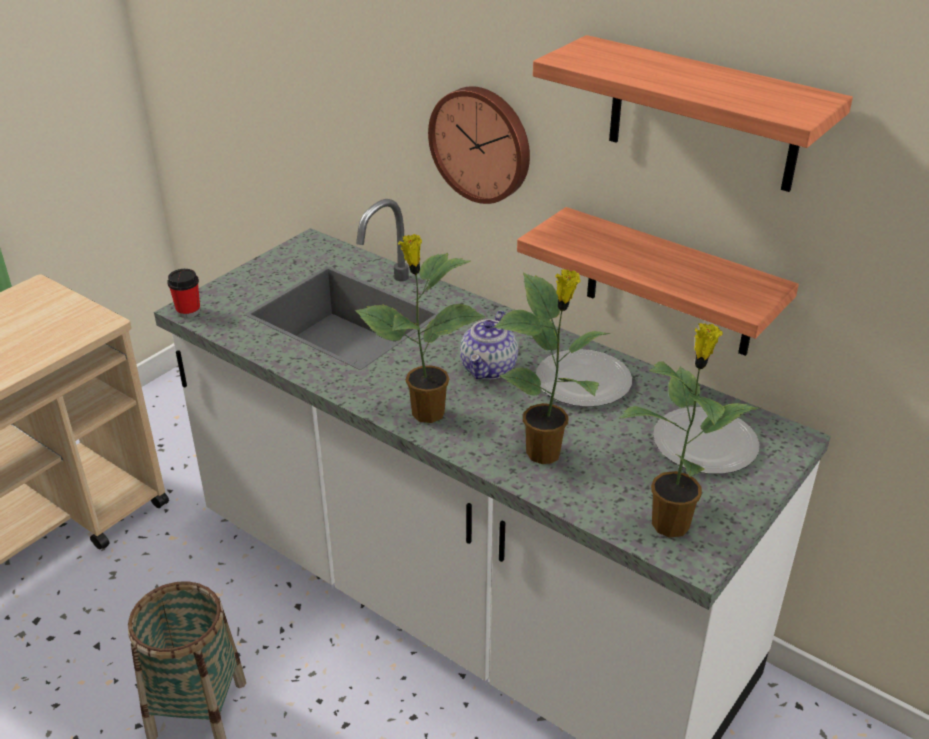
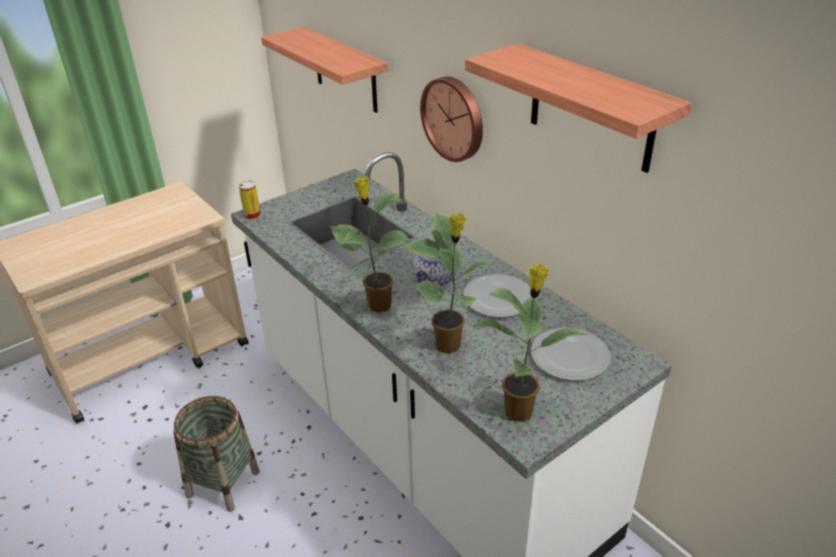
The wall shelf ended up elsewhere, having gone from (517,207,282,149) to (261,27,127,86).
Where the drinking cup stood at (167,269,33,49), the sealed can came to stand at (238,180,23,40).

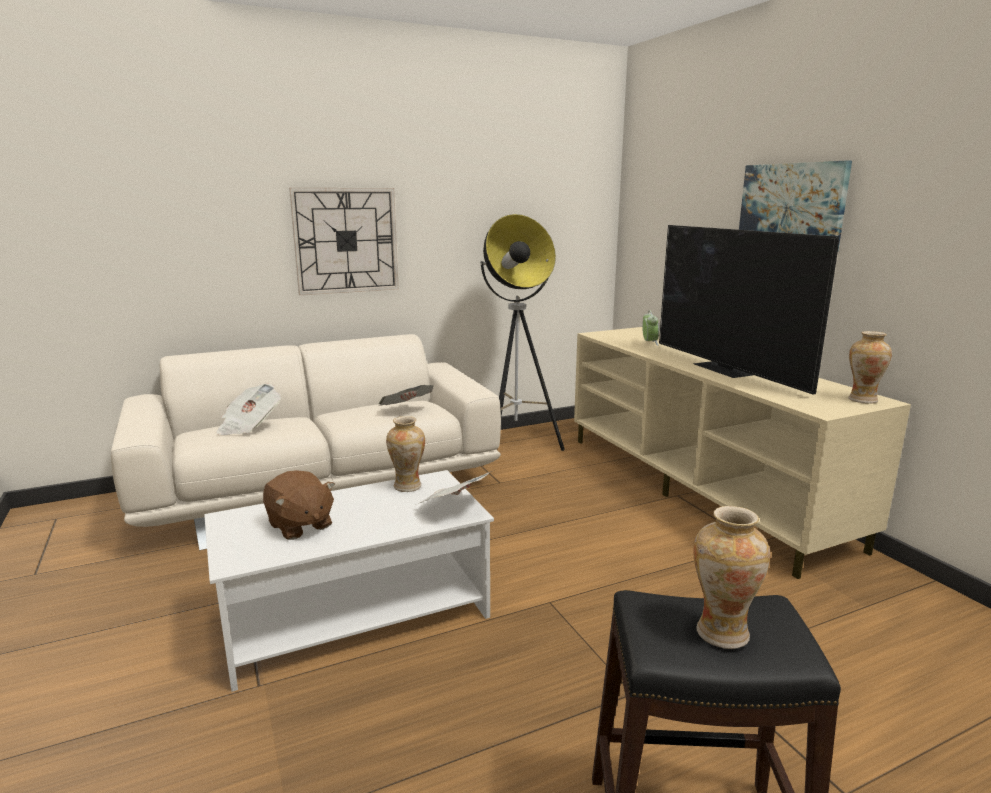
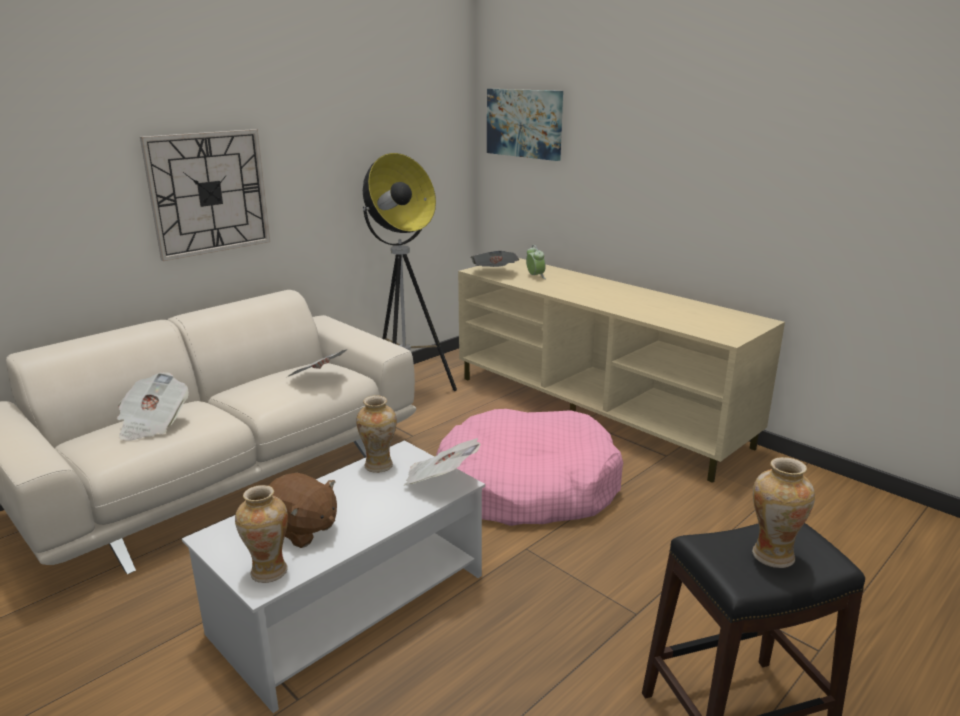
The wall art ended up elsewhere, having gone from (739,161,113,89) to (487,89,76,72).
The second view lost the television at (659,225,180,170).
The vase ended up elsewhere, having gone from (848,331,44,73) to (235,485,53,98).
The second view gained the daily paper at (471,251,48,16).
The second view gained the pink pet bed at (436,409,187,117).

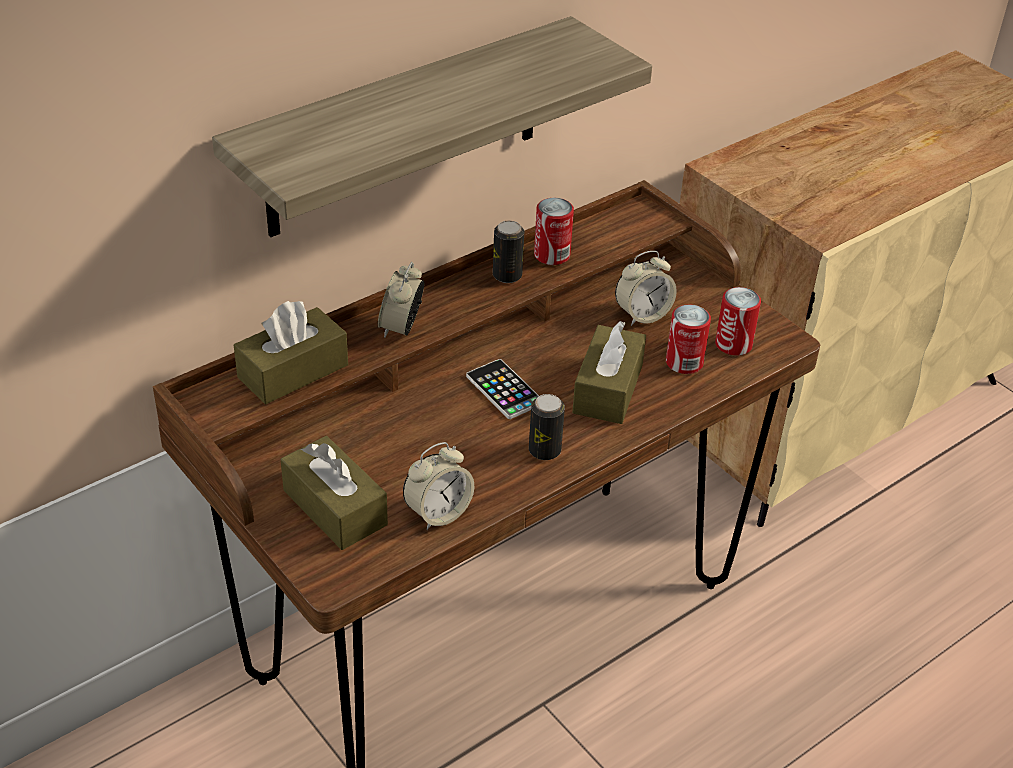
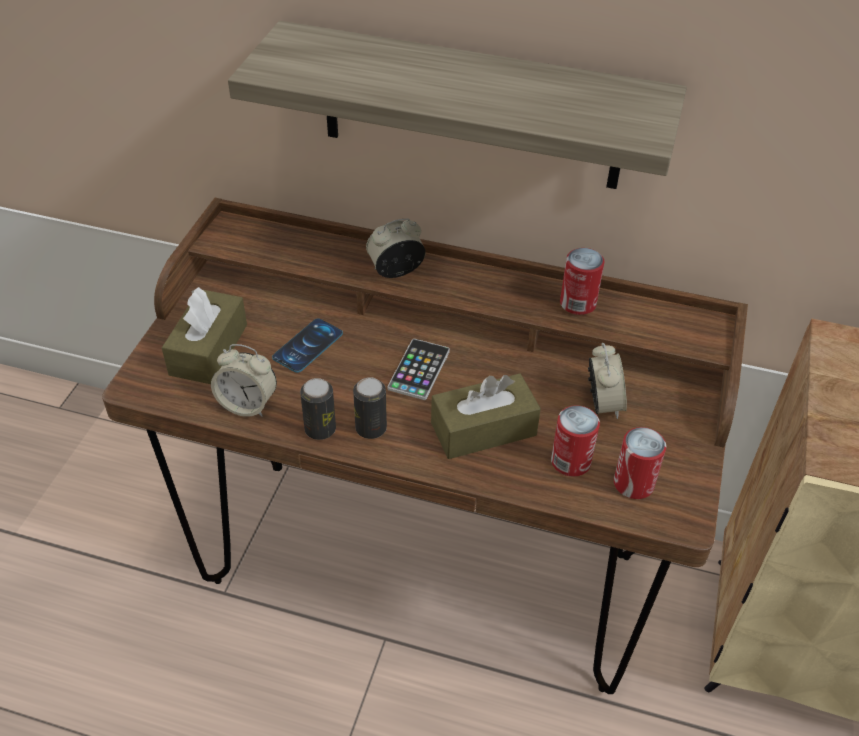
The sealed can ended up elsewhere, having gone from (493,221,31,62) to (300,378,36,62).
The bedside clock at (615,251,62,75) ended up facing another way, 120 degrees counterclockwise from before.
The second view lost the brownish tissue box at (234,301,114,103).
The second view gained the phone at (272,318,71,55).

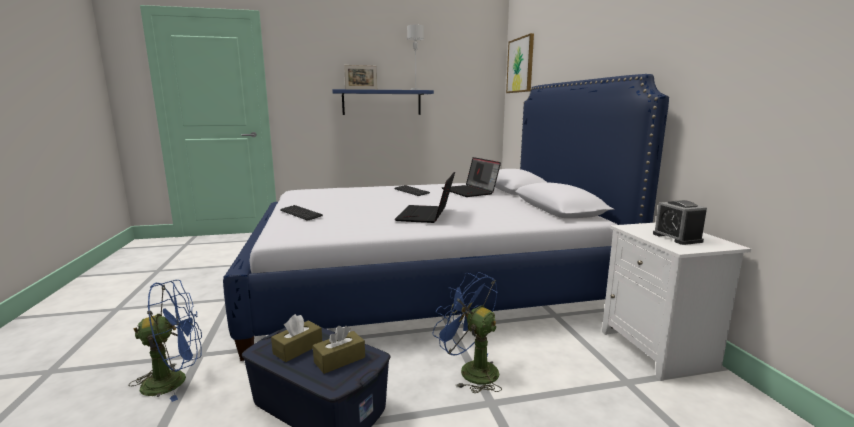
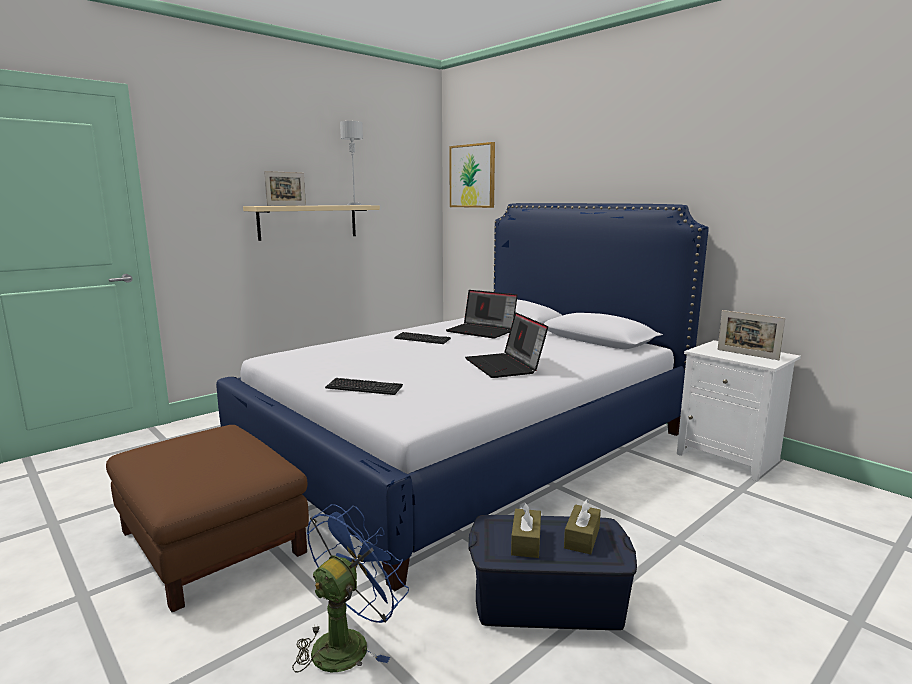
What was the blue wall shelf at (332,89,102,26) turned into the beige-coloured wall shelf at (243,205,137,36).
Where the bedside clock stood at (653,200,54,45), the standing frame came to stand at (717,310,69,50).
The second view lost the blue cooling fan at (432,272,70,121).
The second view gained the brownish footrest at (106,425,203,187).

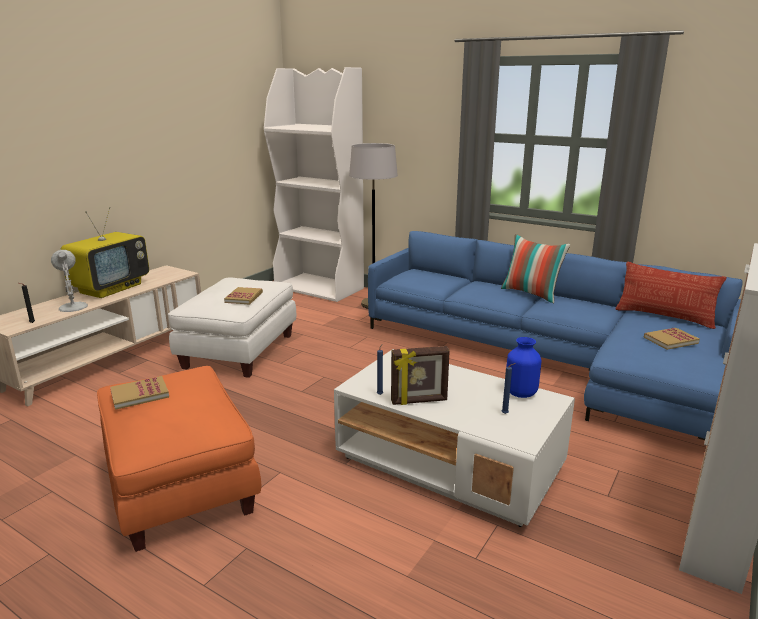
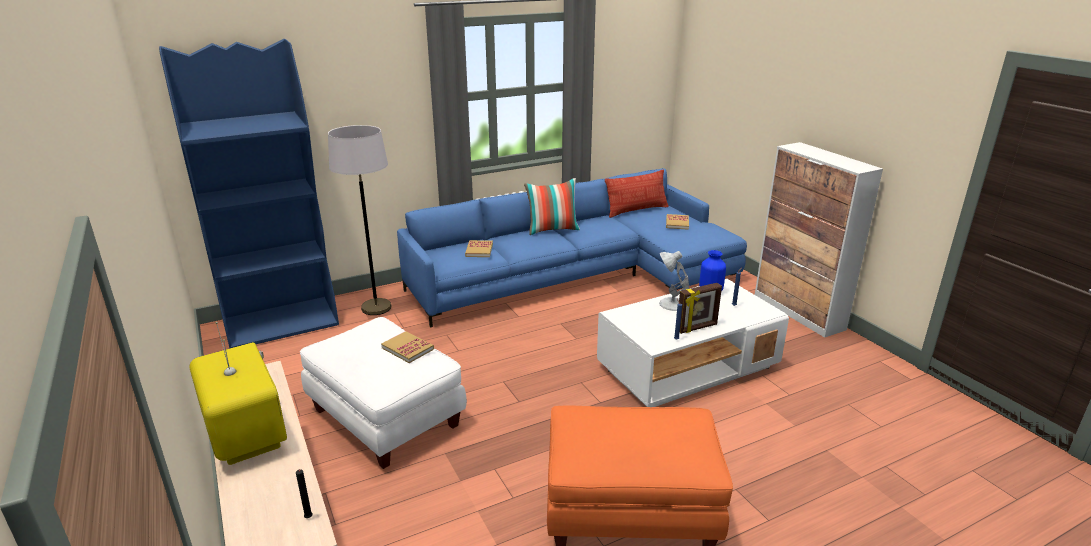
What was the white-coloured bookshelf at (264,67,100,235) turned into the blue bookshelf at (159,39,180,309).
The white-coloured lamp for a table ended up elsewhere, having gone from (51,250,37,62) to (659,251,30,60).
The standing frame at (391,346,59,59) ended up facing another way, 45 degrees clockwise from before.
The bound book ended up elsewhere, having gone from (110,376,59,34) to (465,240,28,17).

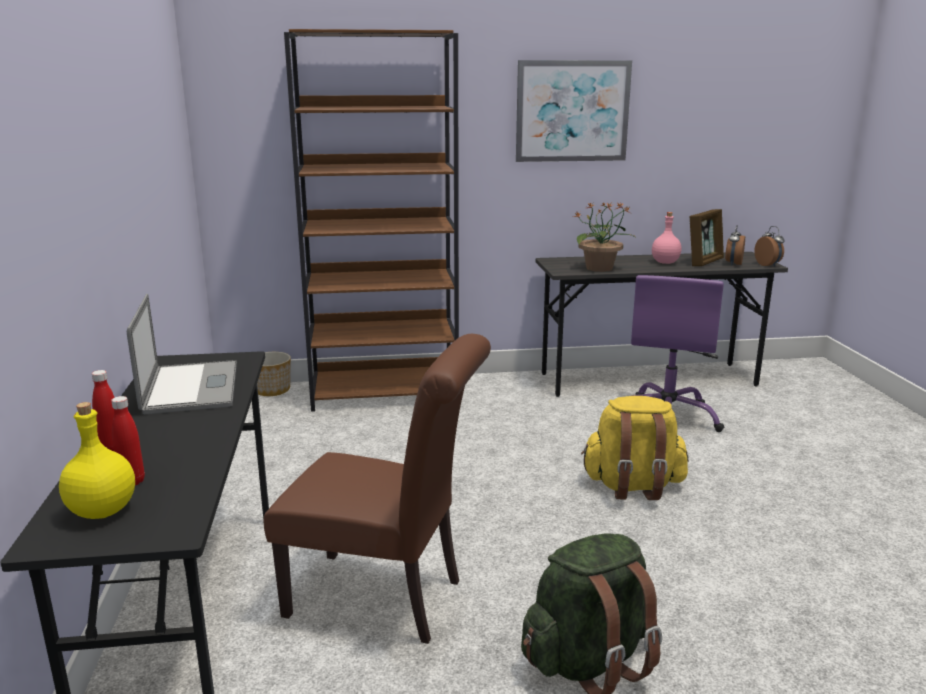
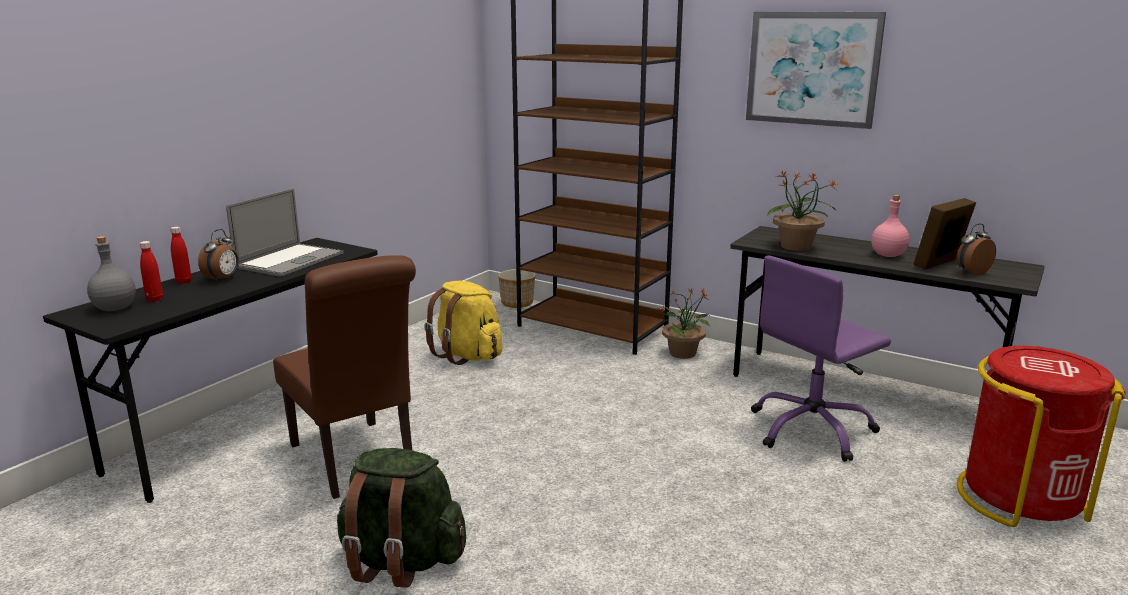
The standing frame at (690,209,34,57) ended up facing another way, 150 degrees clockwise from before.
The bedside clock ended up elsewhere, having gone from (754,226,30,41) to (198,229,41,53).
The yellow rucksack ended up elsewhere, having gone from (581,396,108,104) to (424,281,79,84).
What was the yellow beverage bottle at (59,402,76,117) turned into the gray beverage bottle at (87,236,49,75).
The second view gained the potted plant at (660,287,50,72).
The second view gained the red-coloured trash can at (957,345,169,182).

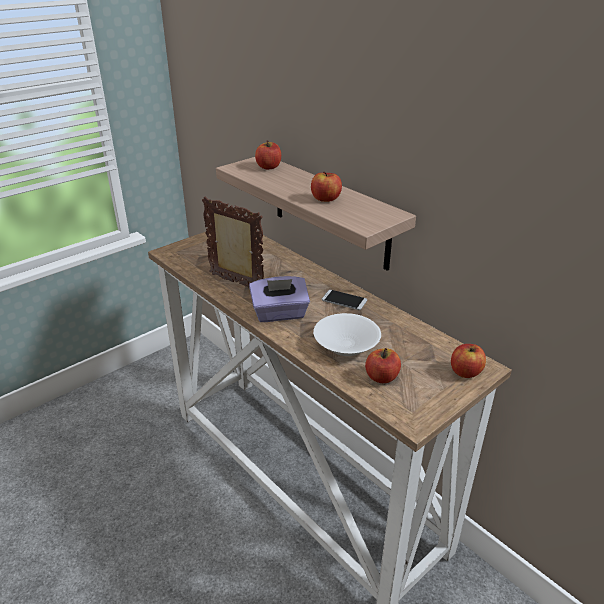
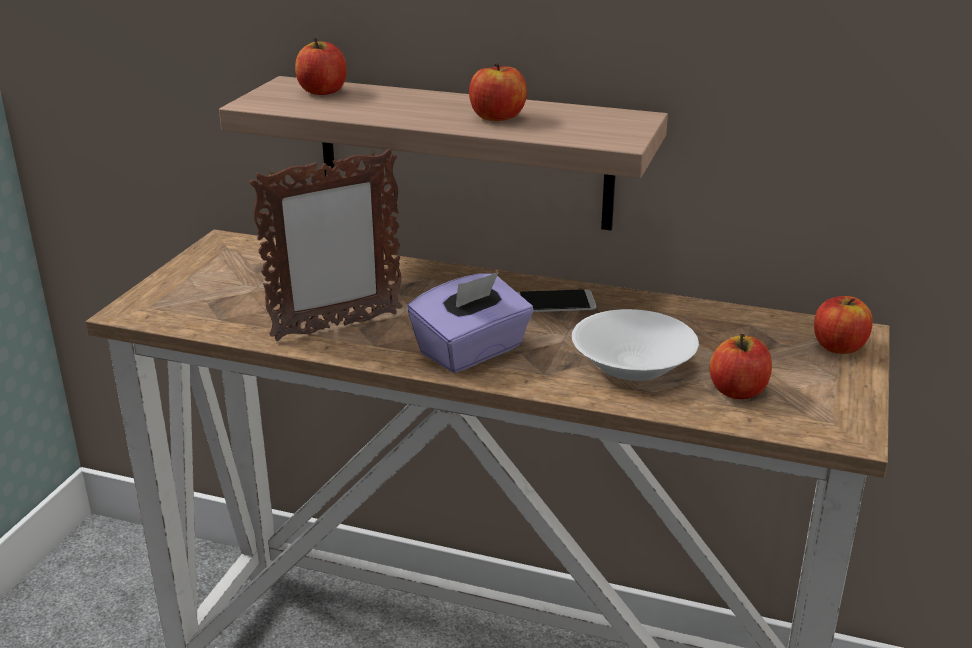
The standing frame at (202,197,62,90) ended up facing another way, 150 degrees clockwise from before.

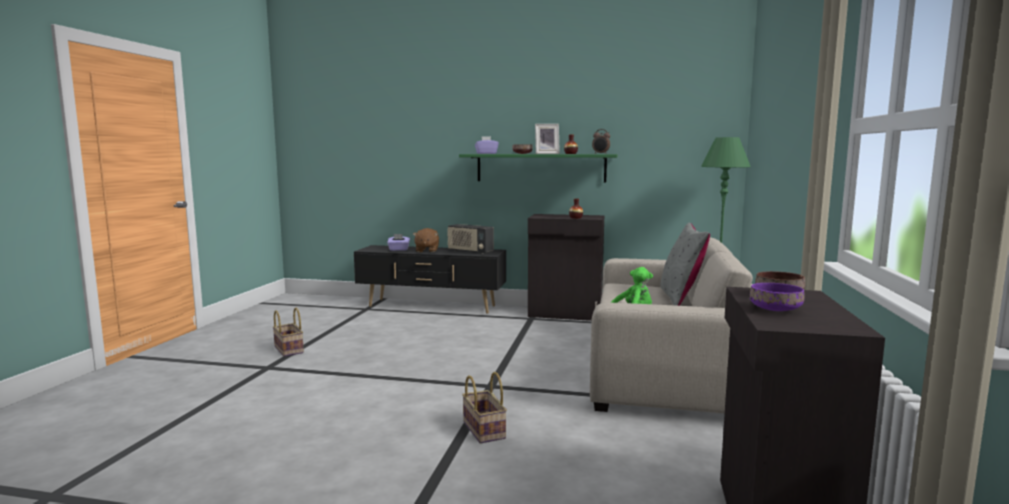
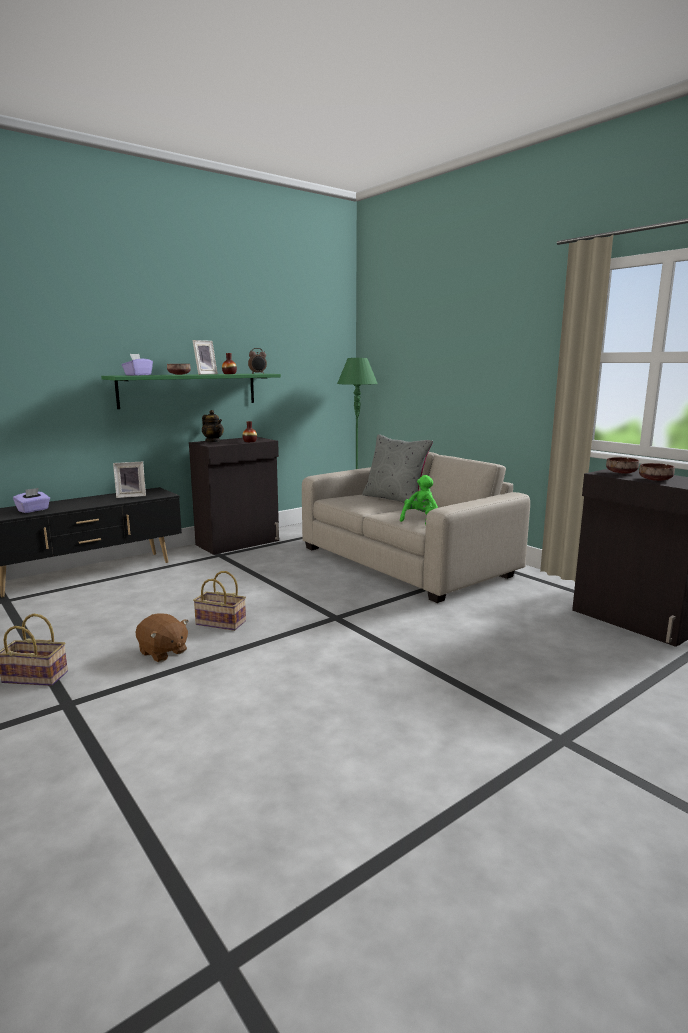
Where the radio receiver stood at (447,224,47,30), the standing frame came to stand at (113,462,33,36).
The brownish cuddly toy ended up elsewhere, having gone from (413,228,26,24) to (136,613,52,49).
What was the purple serving bowl at (750,283,55,28) turned into the brownish serving bowl at (639,463,36,18).
The household basket ended up elsewhere, having gone from (462,372,45,72) to (193,571,53,60).
The second view gained the tea pot at (202,410,22,32).

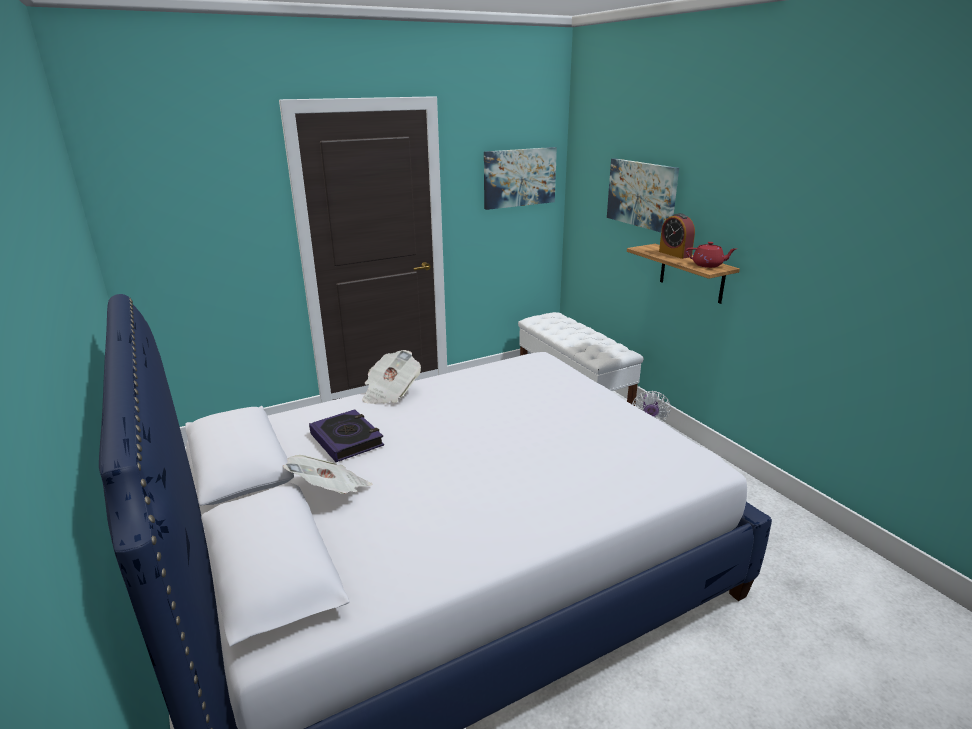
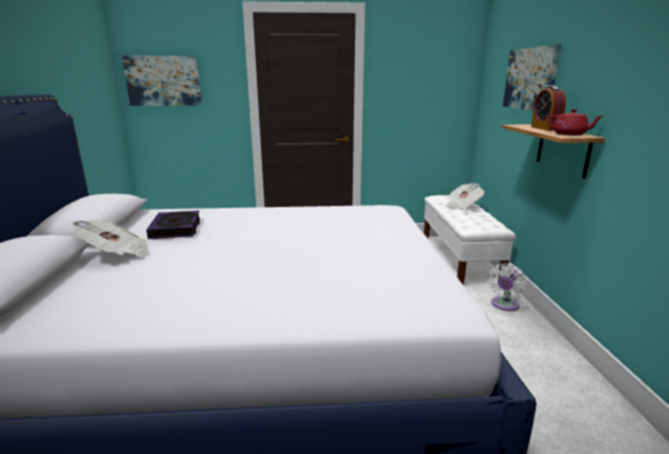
The wall art ended up elsewhere, having gone from (484,147,73,63) to (122,56,80,50).
The daily paper ended up elsewhere, having gone from (362,350,59,54) to (445,183,39,26).

